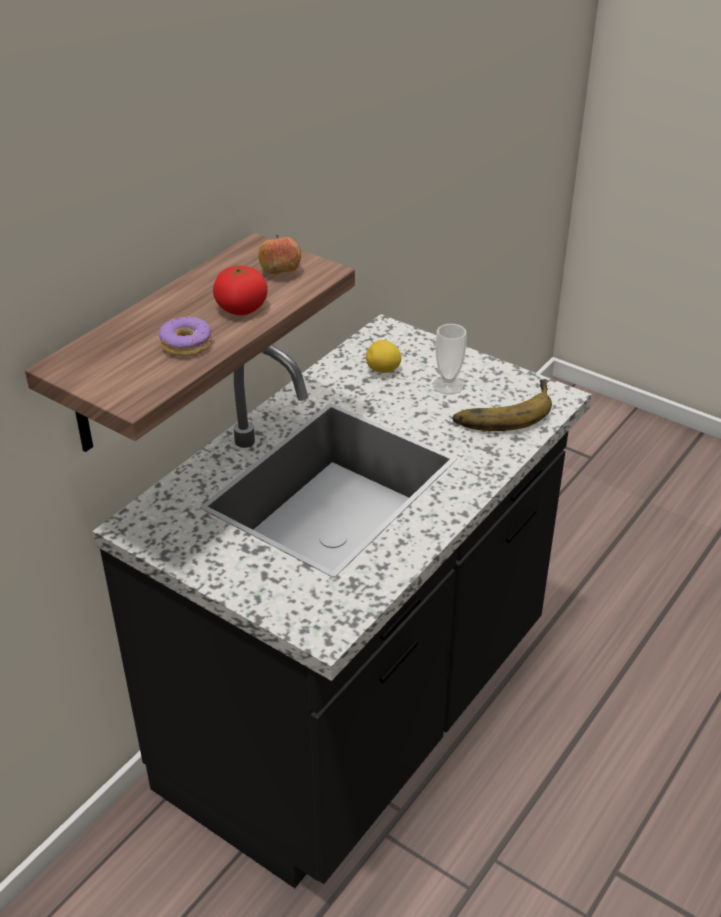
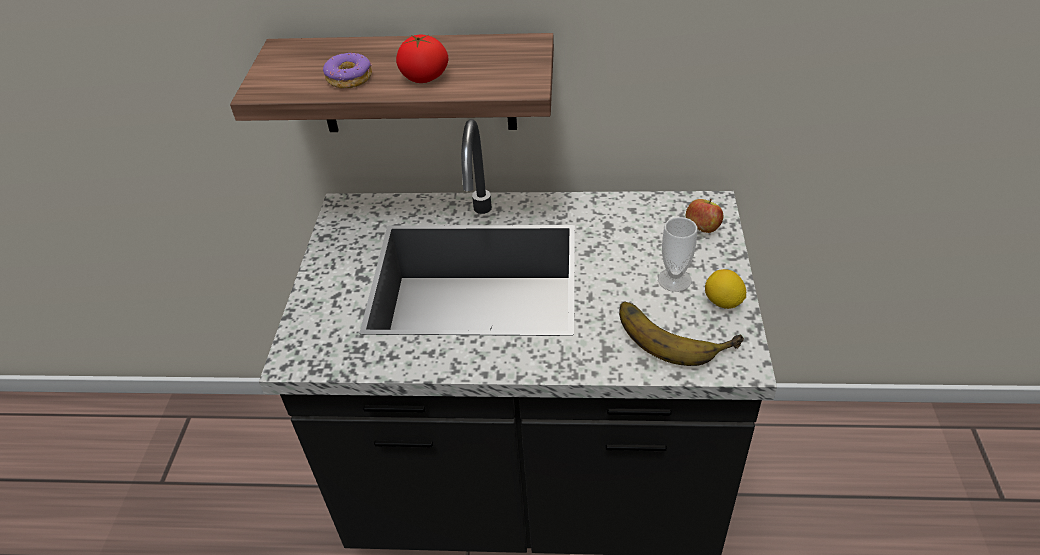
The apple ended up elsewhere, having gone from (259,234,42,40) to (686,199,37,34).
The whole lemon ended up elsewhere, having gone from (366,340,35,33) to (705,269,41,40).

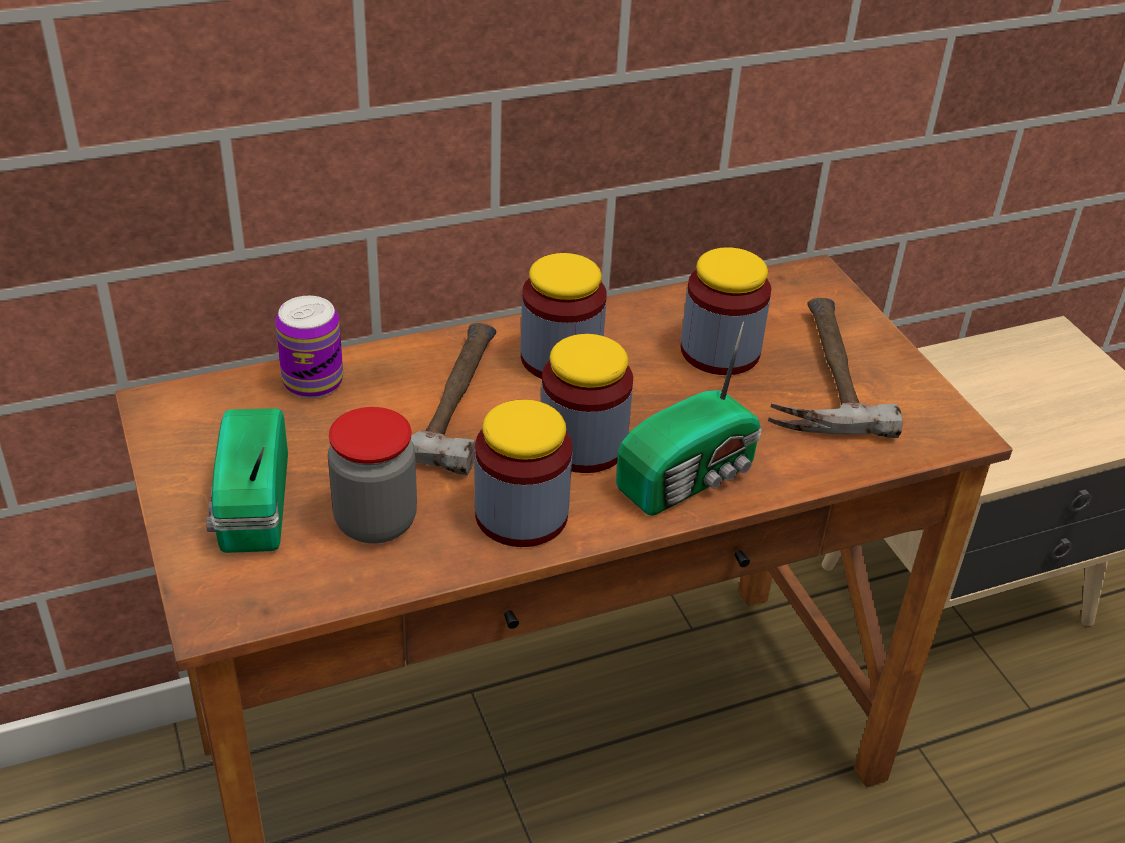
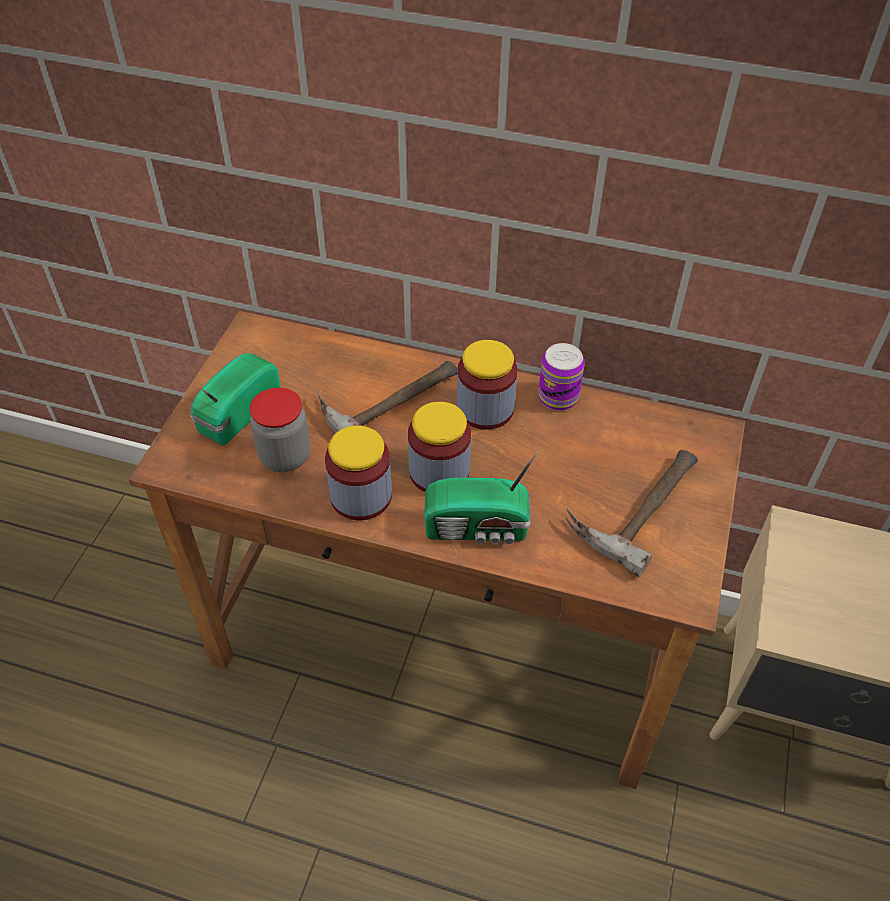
The second view lost the storage jar at (681,247,90,128).
The sealed can ended up elsewhere, having gone from (275,296,68,102) to (538,343,47,68).

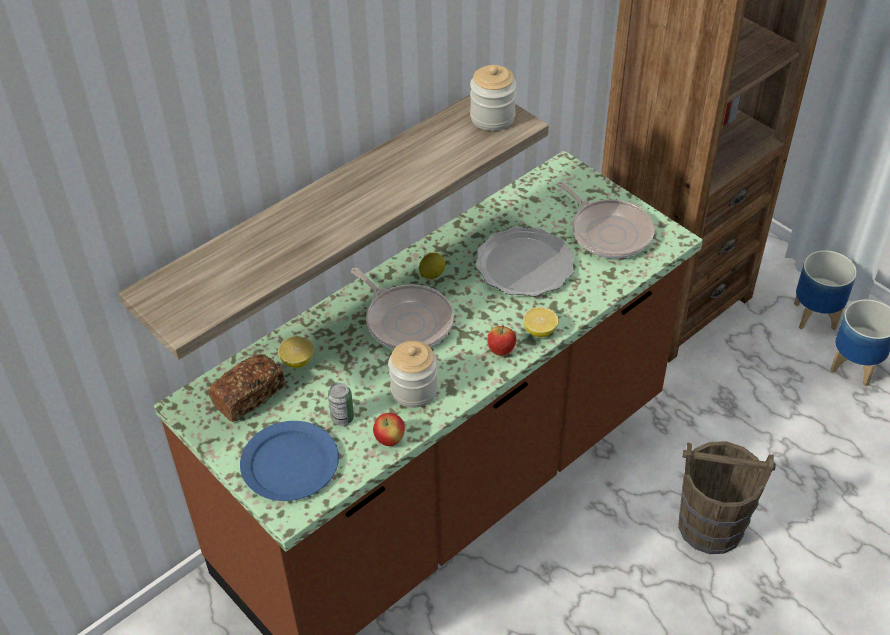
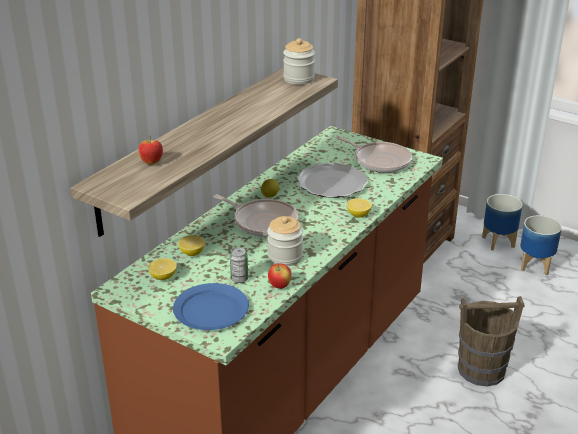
The apple ended up elsewhere, having gone from (487,325,30,31) to (139,135,24,30).
Where the baked bread stood at (208,354,77,68), the whole lemon came to stand at (148,258,29,22).

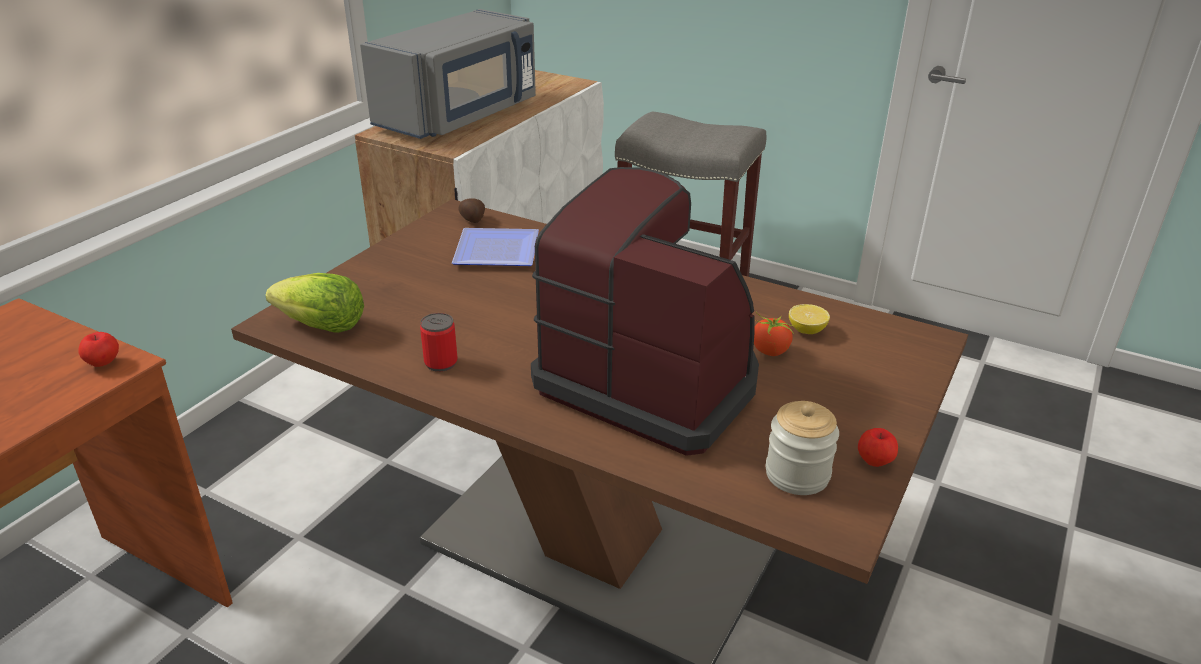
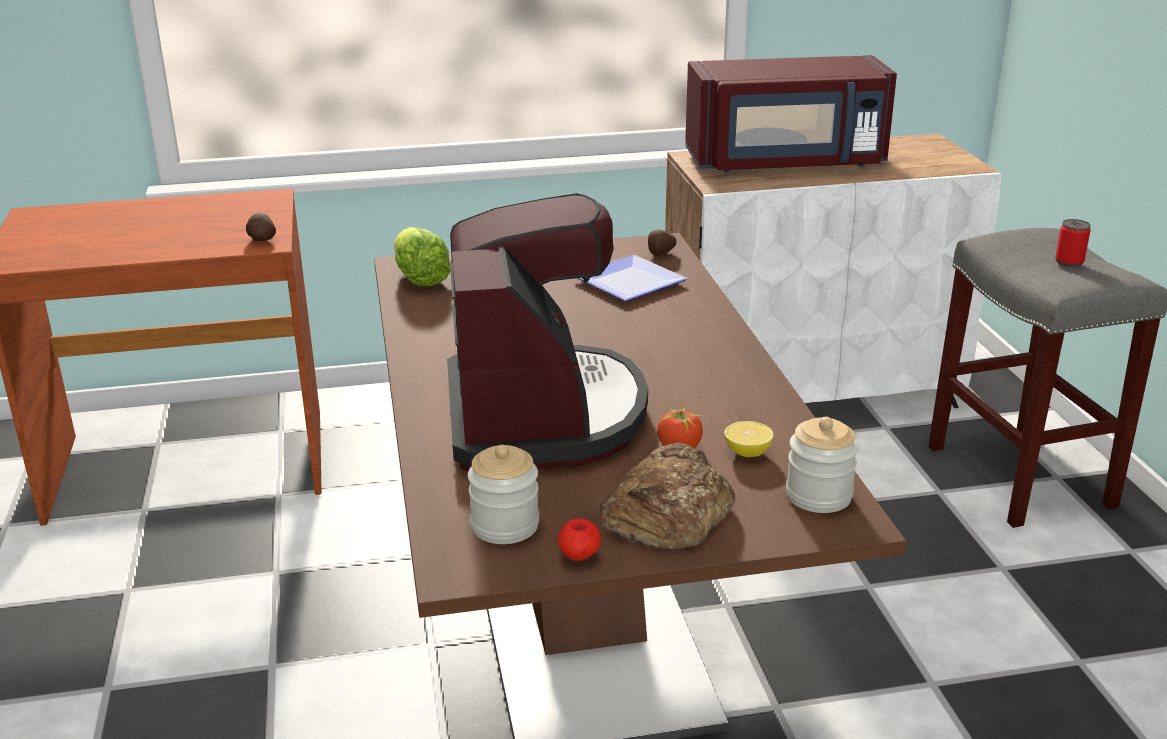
What was the gray microwave at (360,9,176,130) turned into the red-coloured microwave at (685,55,212,117).
The sealed can ended up elsewhere, having gone from (420,313,38,59) to (1055,219,36,48).
Where the apple stood at (79,332,40,35), the whole potato came to stand at (246,213,30,28).
The second view gained the storage jar at (786,417,73,96).
The second view gained the baked bread at (600,443,135,106).

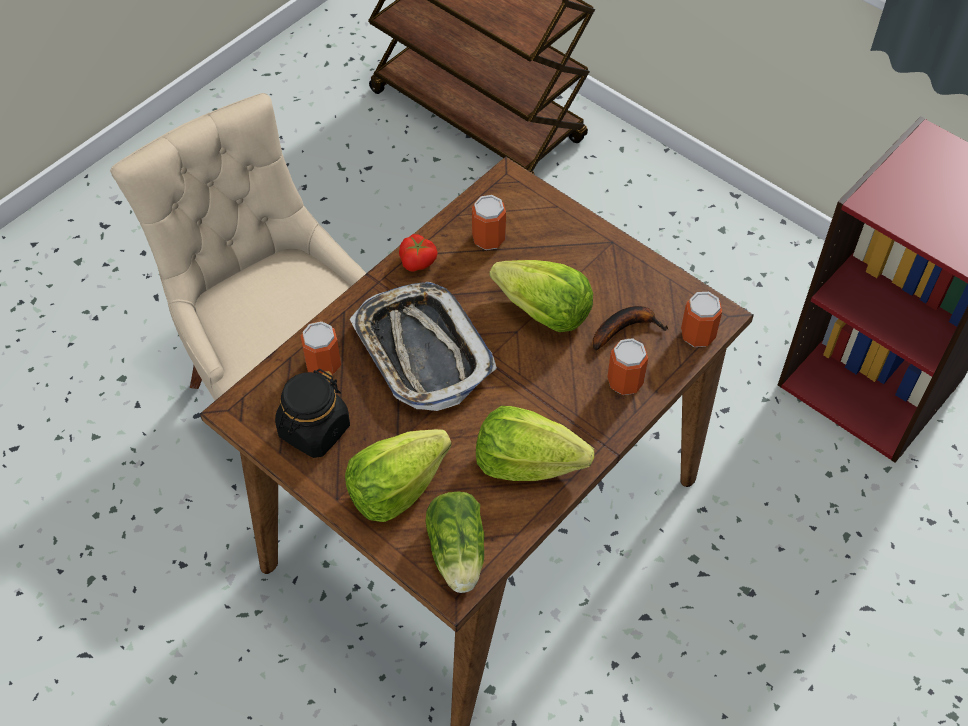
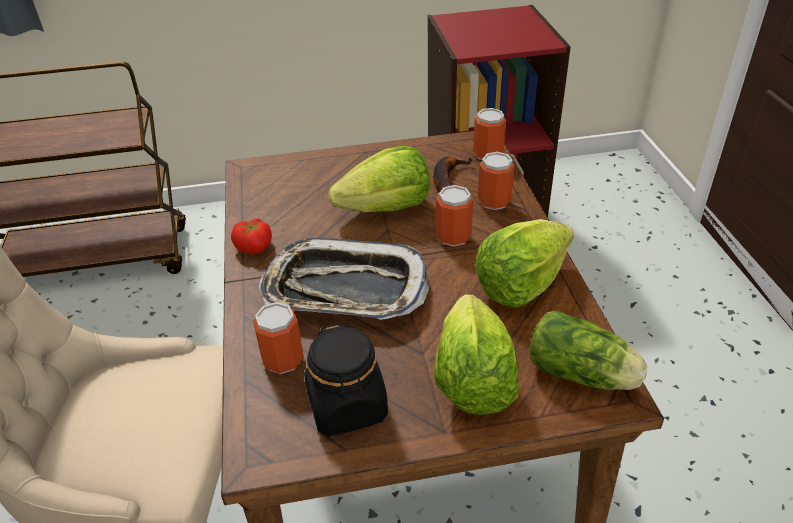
The sealed can ended up elsewhere, having gone from (472,195,34,55) to (436,185,37,62).

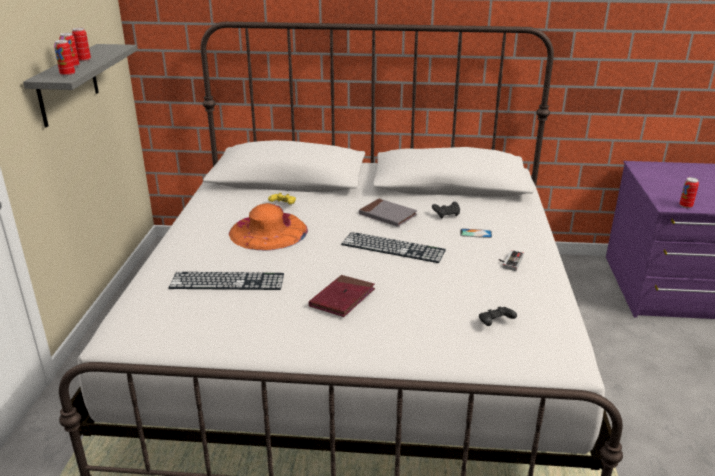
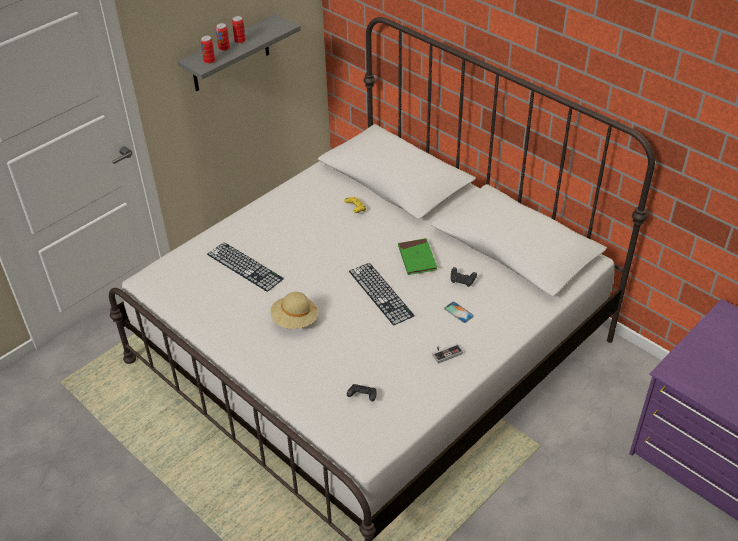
The second view lost the sealed can at (680,177,19,31).
What was the gray bound book at (359,198,58,29) turned into the greenish bound book at (398,238,39,37).
The second view lost the orange-coloured hat at (229,203,79,48).
Where the red-coloured bound book stood at (309,275,66,42), the beige-coloured hat came to stand at (270,292,48,37).

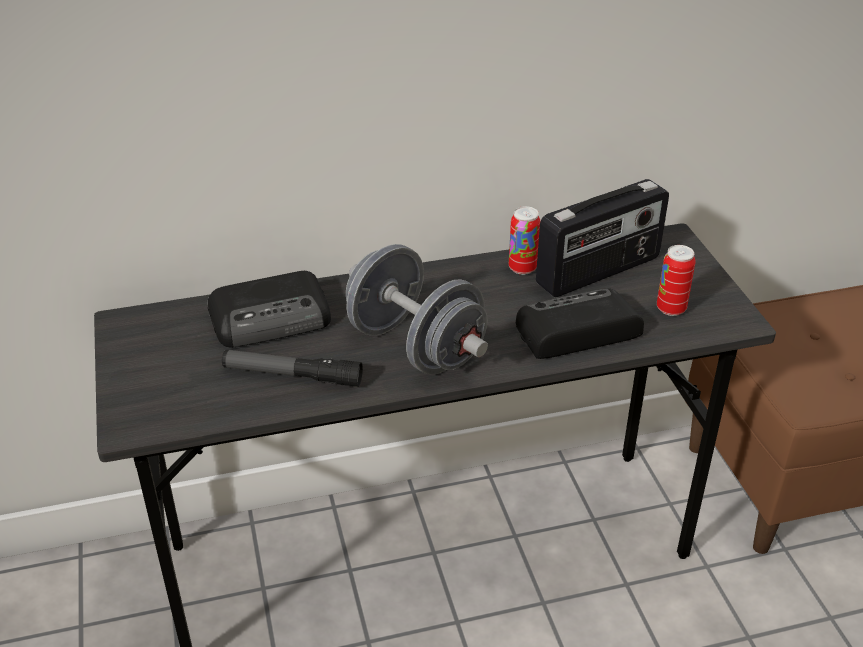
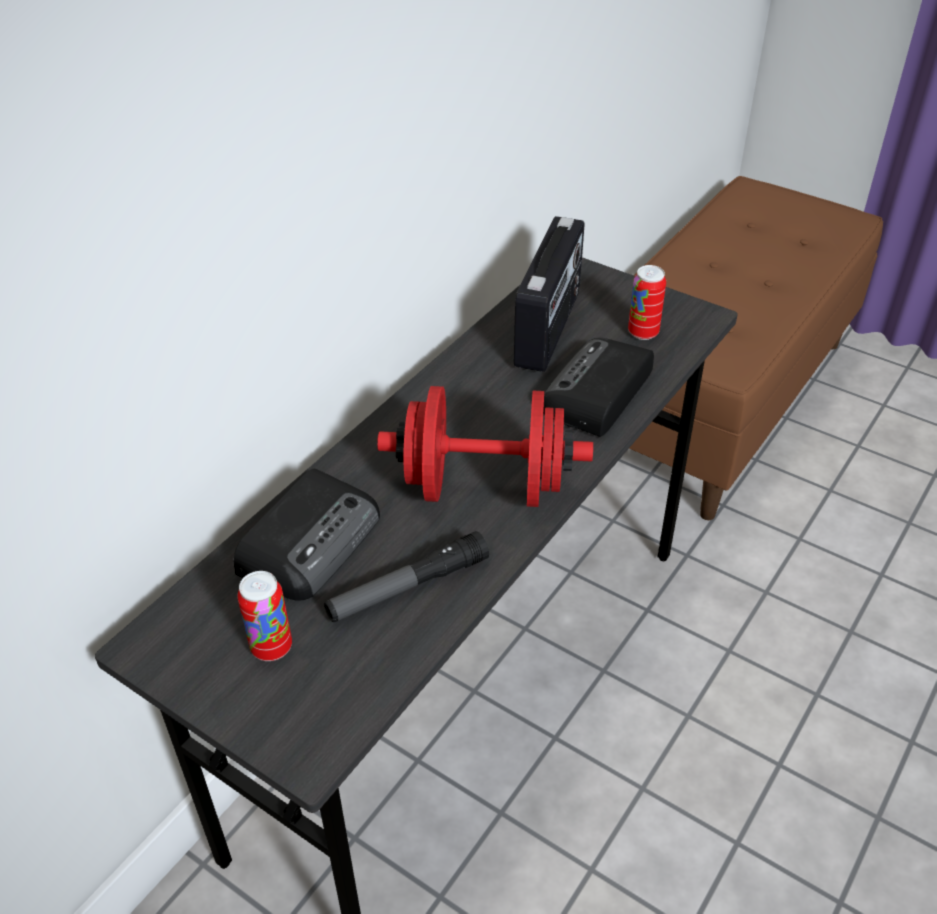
The sealed can ended up elsewhere, having gone from (509,206,32,69) to (238,571,54,90).
What was the gray hand weight at (346,244,142,131) turned into the red-coloured hand weight at (377,386,216,121).

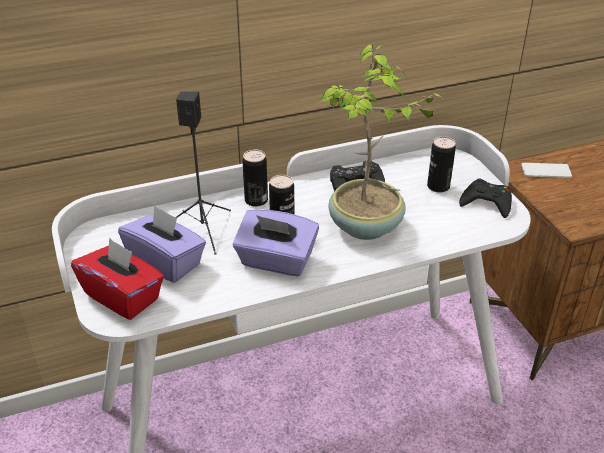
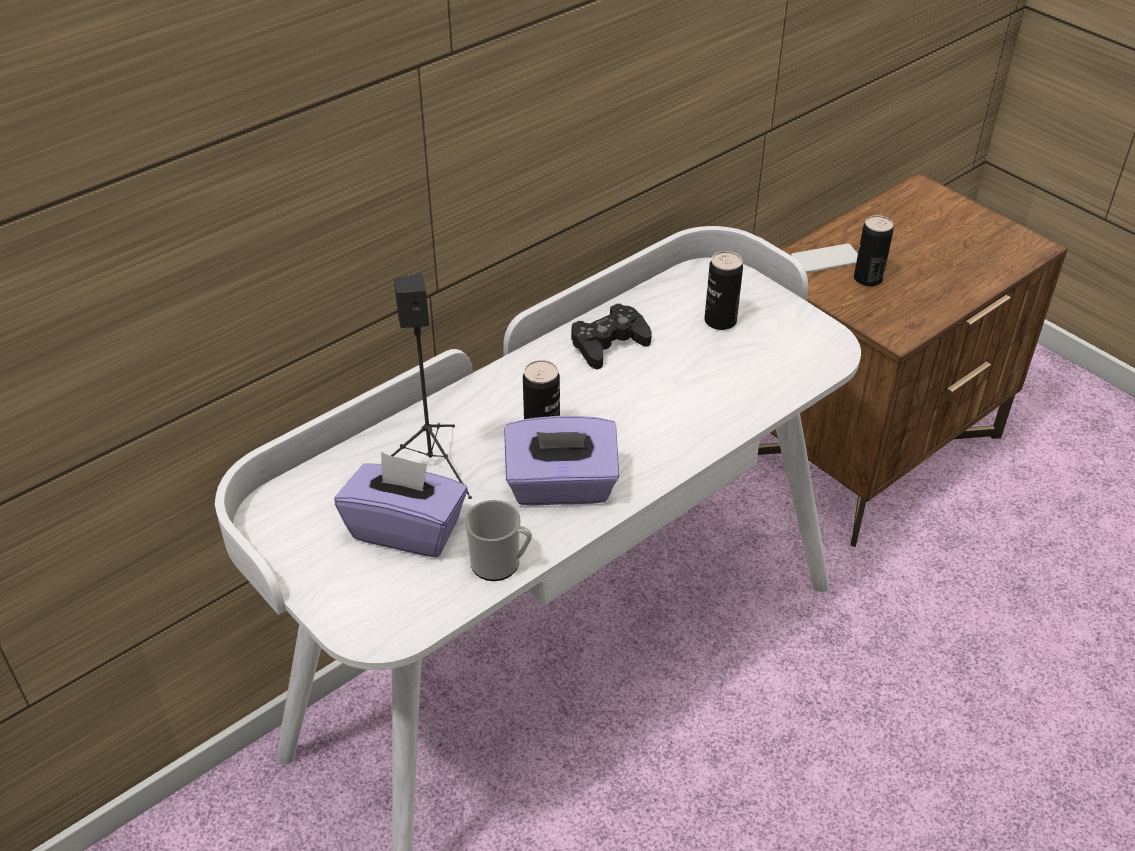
The second view lost the potted plant at (320,45,122,195).
The sealed can ended up elsewhere, having gone from (242,149,26,58) to (854,215,39,72).
The second view lost the black-coloured game controller at (459,178,53,40).
The second view lost the red-coloured tissue box at (71,237,93,83).
The second view gained the mug at (465,500,67,81).

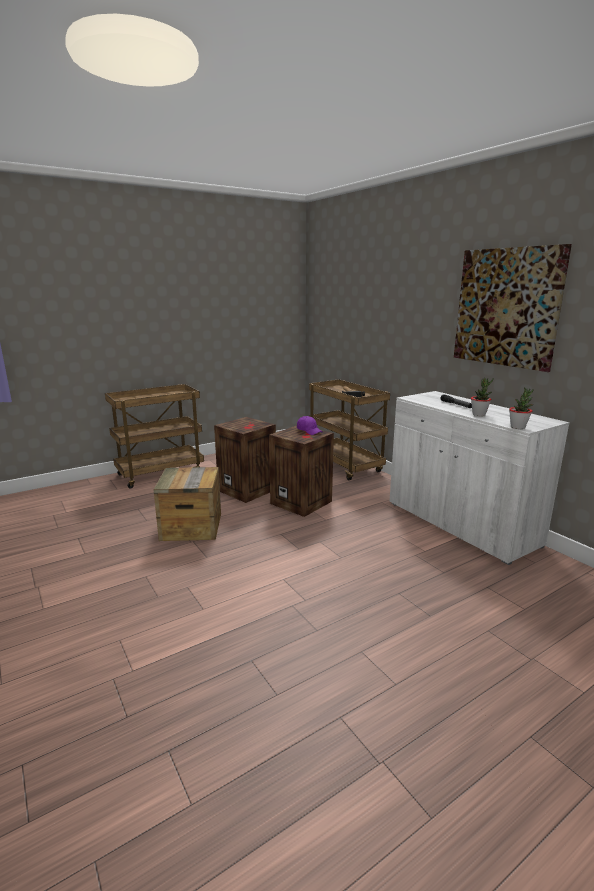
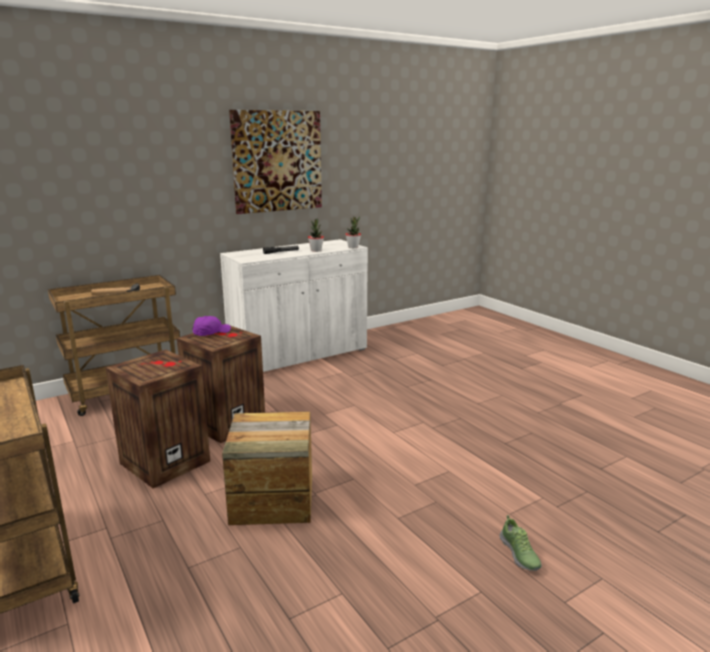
The second view gained the low shoe at (499,515,43,56).

